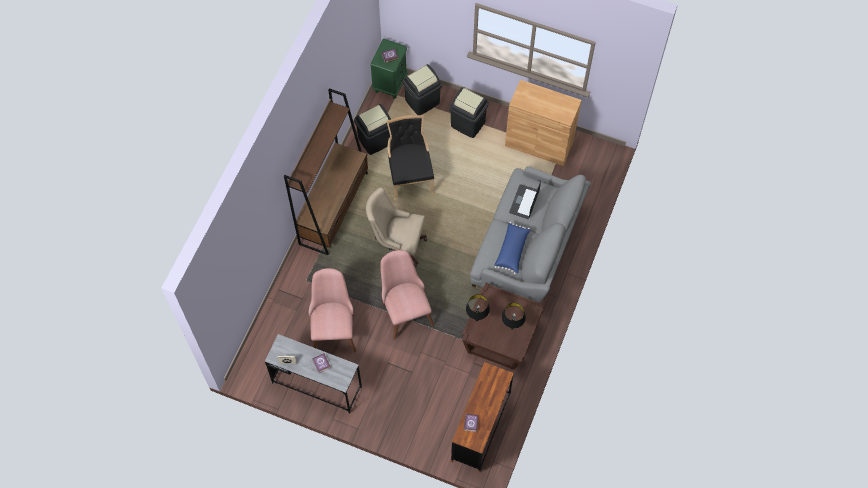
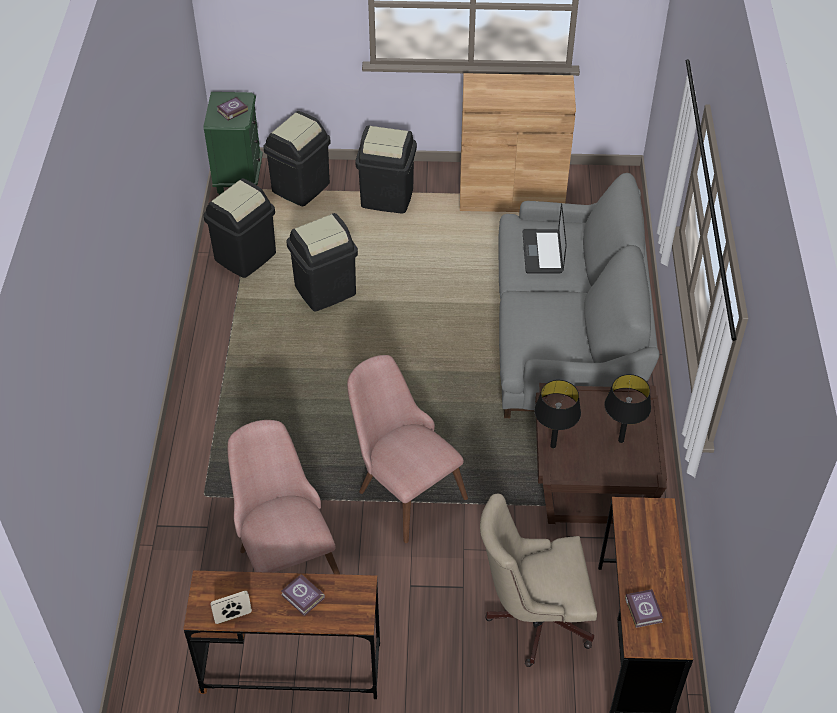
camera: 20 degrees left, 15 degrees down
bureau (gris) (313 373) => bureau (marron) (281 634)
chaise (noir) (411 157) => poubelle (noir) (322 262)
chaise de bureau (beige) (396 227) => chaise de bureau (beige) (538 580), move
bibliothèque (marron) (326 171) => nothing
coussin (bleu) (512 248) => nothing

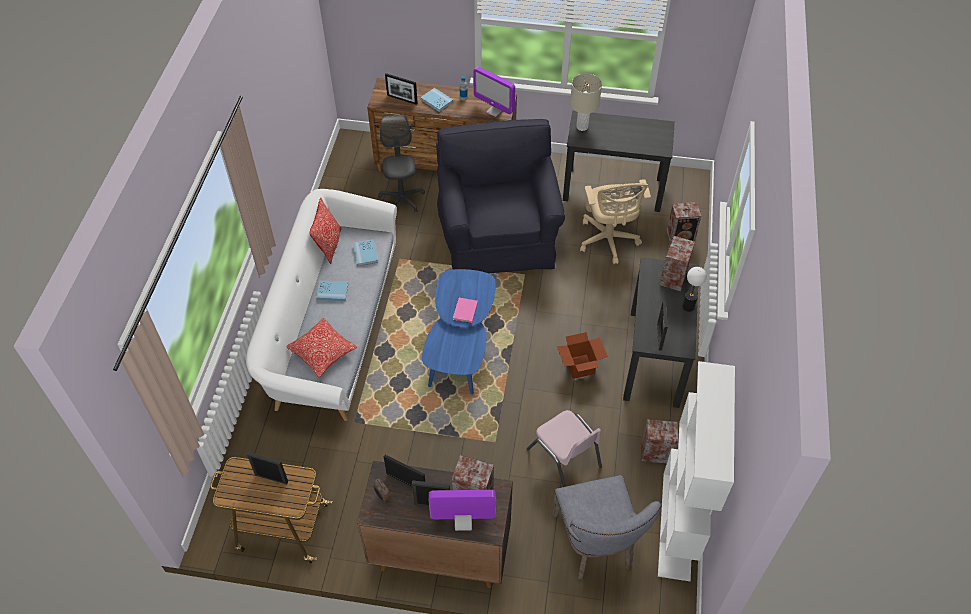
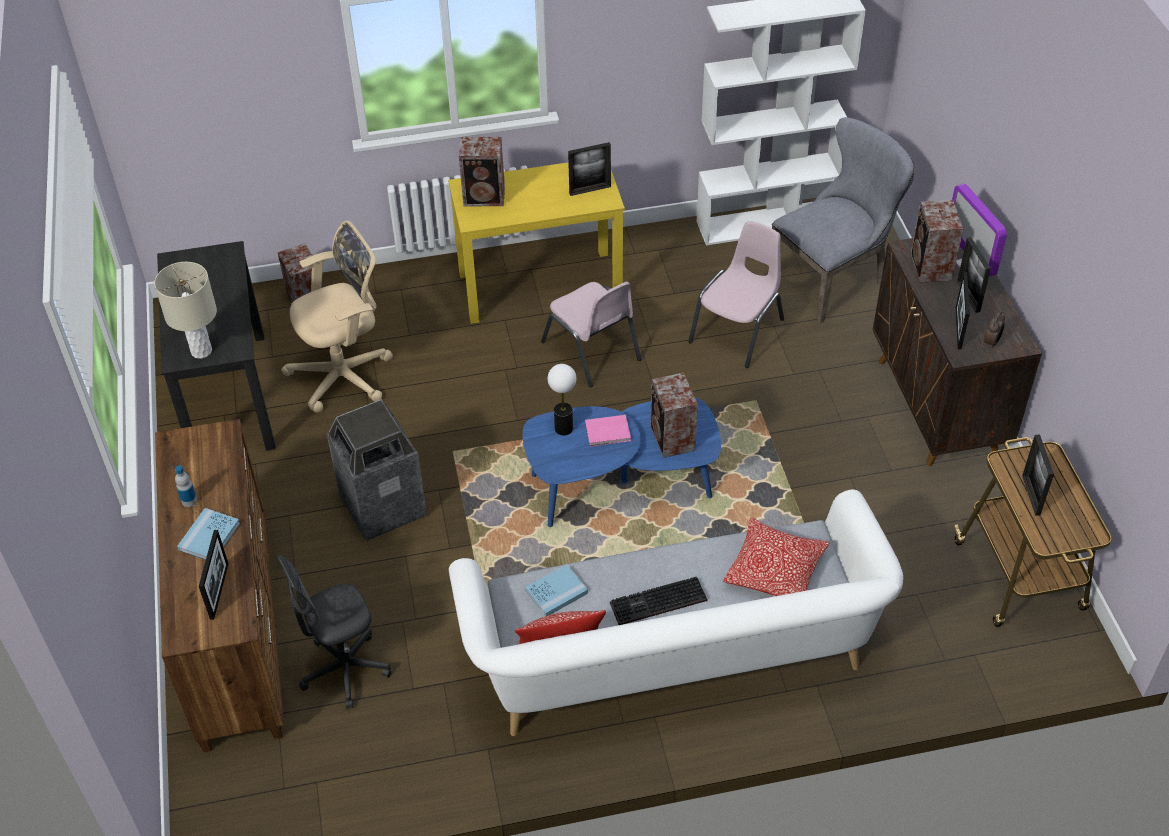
camera: 110 degrees left, 5 degrees down
fauteuil (noir) (500 196) => poubelle (377 470)
bureau (noir) (661 332) => bureau (jaune) (536 243)
carton (582 355) => chaise (rose) (591 334)
lampe de table (694 289) => lampe de table (562 400), move
livre (bleu) (332 291) => clavier (658 601)
enceinte (659 441) => enceinte (674 415), move
écran d'ordinateur (494 91) => nothing

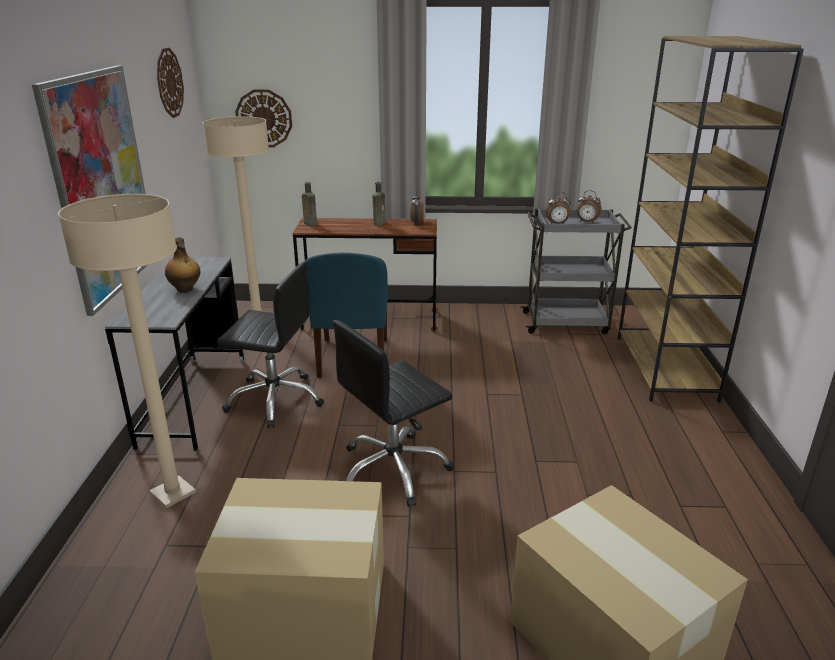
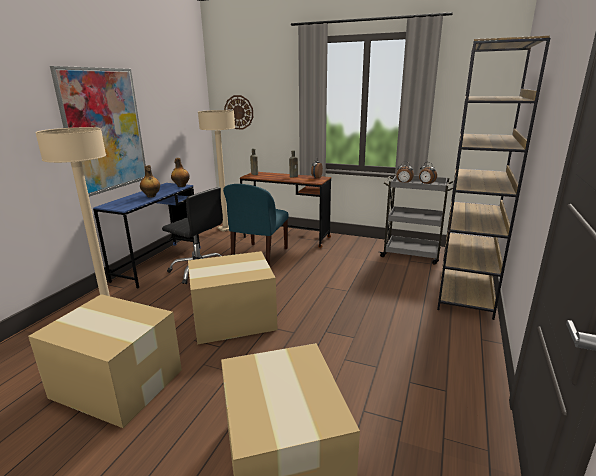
camera: 20 degrees right, 5 degrees down
bureau (gris) (174 353) => bureau (bleu) (147 235)
nothing => bouteille (180 172)
chaise de bureau (noir) (393 413) => carton (233 298)
horloge murale (170 83) => nothing

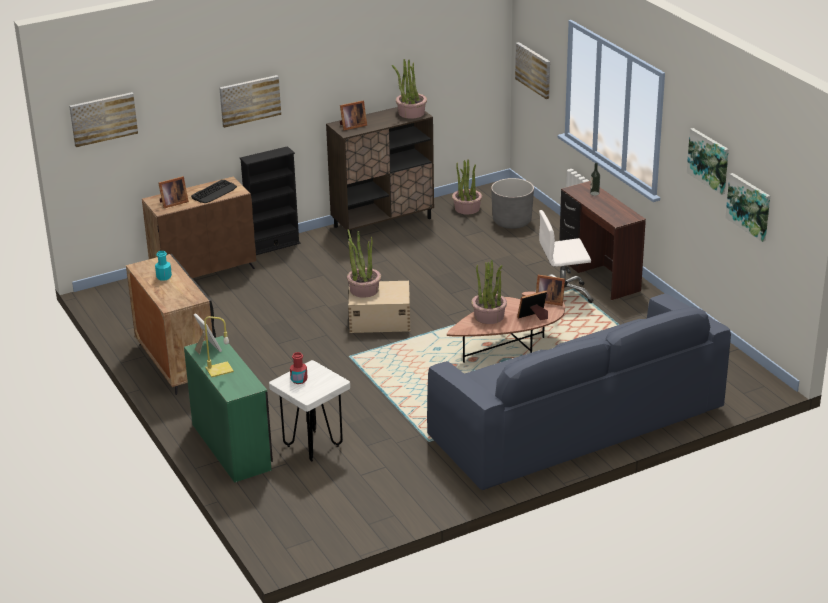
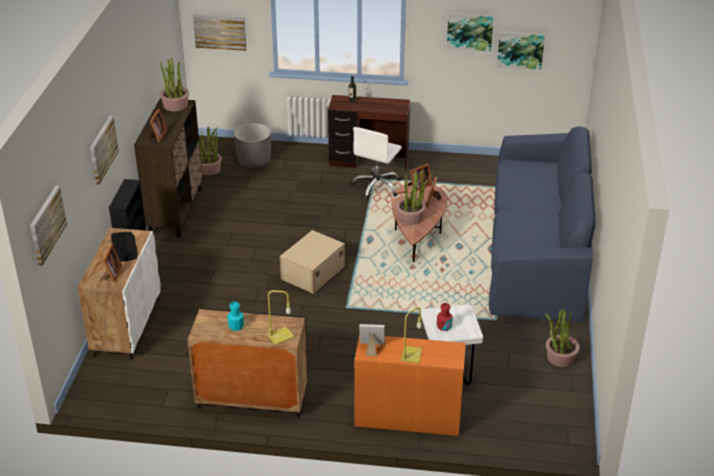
camera: 55 degrees left, 5 degrees up
meuble de rangement (marron) (199 227) => meuble de rangement (blanc) (119 294)
nothing => lampe de table (jaune) (281 317)
bureau (vert) (228 409) => bureau (orange) (410 385)
plante en pot (364 263) => plante en pot (562 337), move

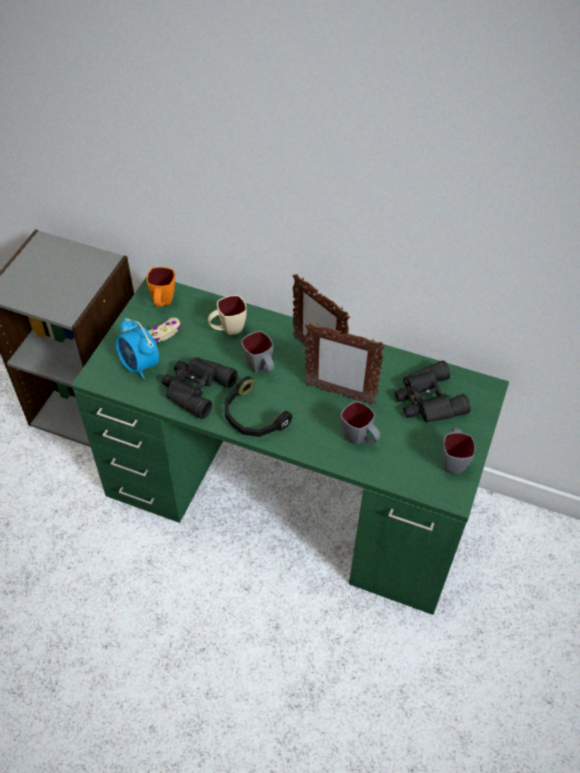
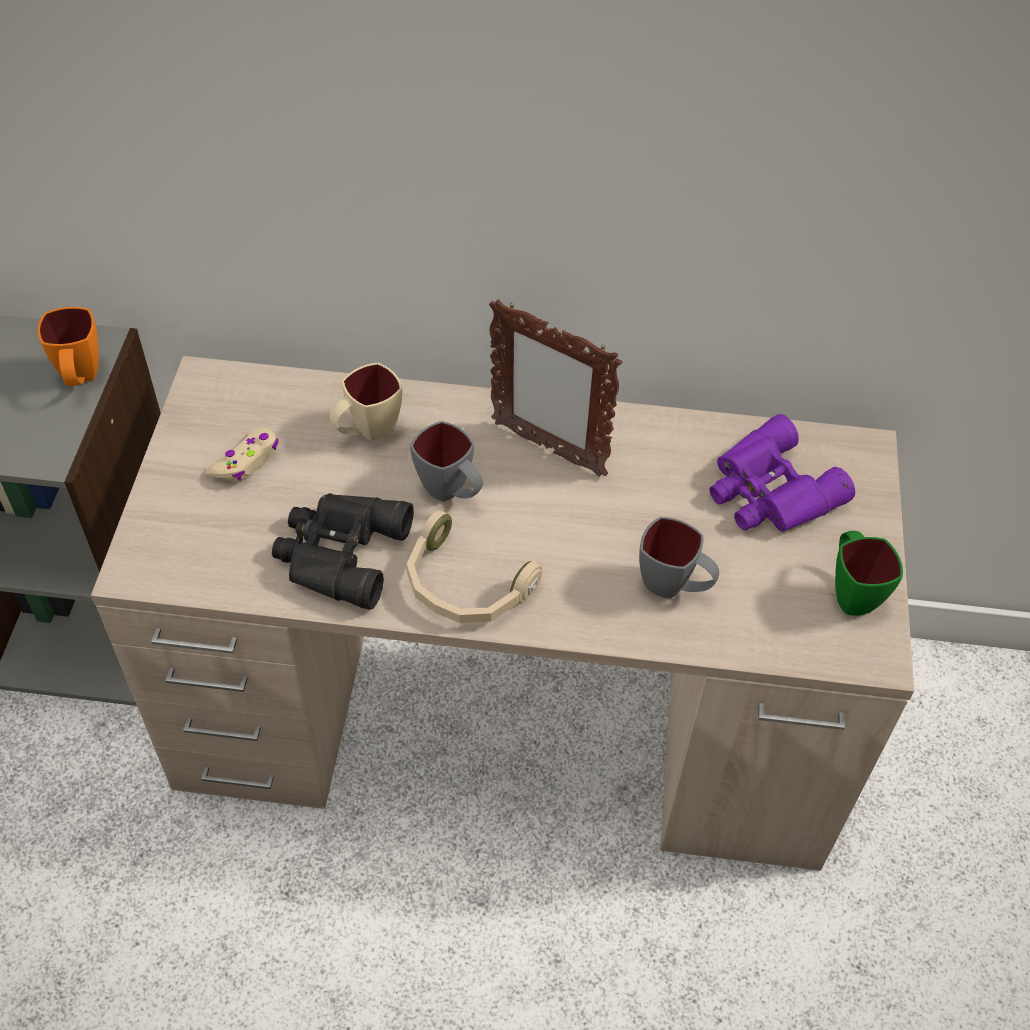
camera: 15 degrees left, 0 degrees up
mug (orange) (161 287) => mug (orange) (68 346), move
bureau (vert) (290 445) => bureau (beige) (502 613)
casque audio (noir) (258 406) => casque audio (beige) (474 566)
jumelles (noir) (433 391) => jumelles (violet) (782 473)
mug (gris) (459 451) => mug (vert) (869 573)
réveil (137 349) => nothing
cadre photo (345 364) => nothing

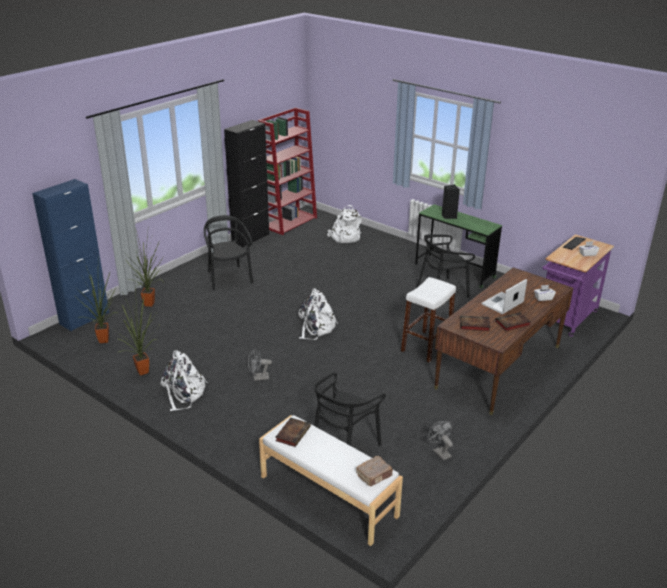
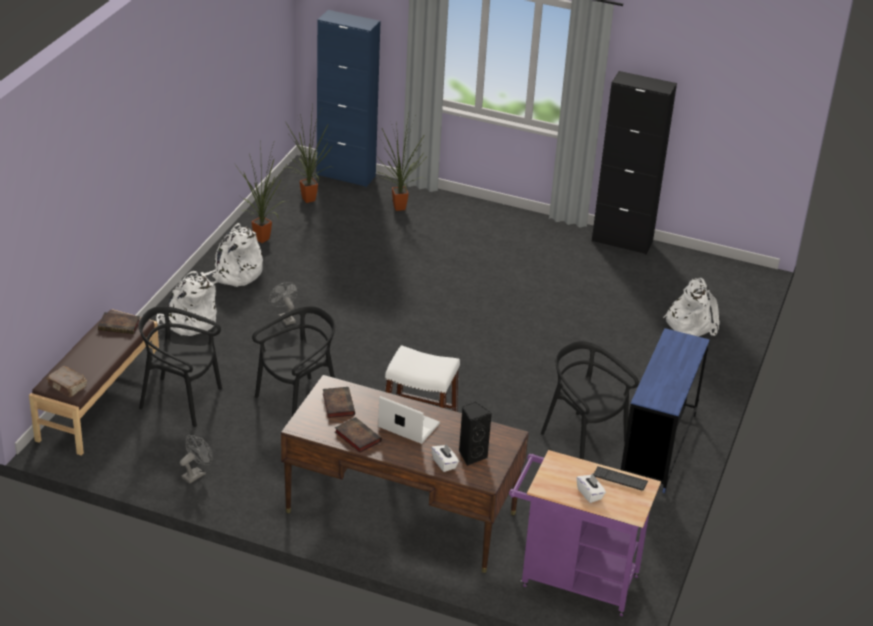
camera: 70 degrees right, 5 degrees up
banc (blanc) (331 480) => banc (marron) (94 382)
sac à dos (blanc) (318 314) => sac à dos (blanc) (187 303), move
chaise (noir) (228 252) => chaise (noir) (293 361), move
enceinte (noir) (451 201) => enceinte (noir) (475 434), move
bureau (vert) (458 246) => bureau (bleu) (665 410)
bibliothèque (rouge) (287 171) => nothing

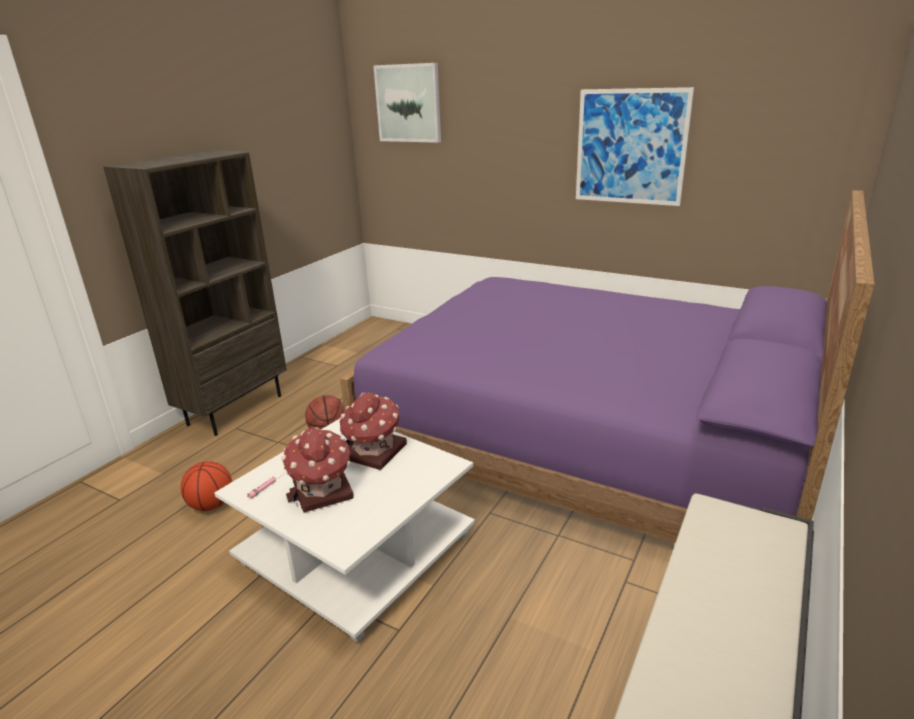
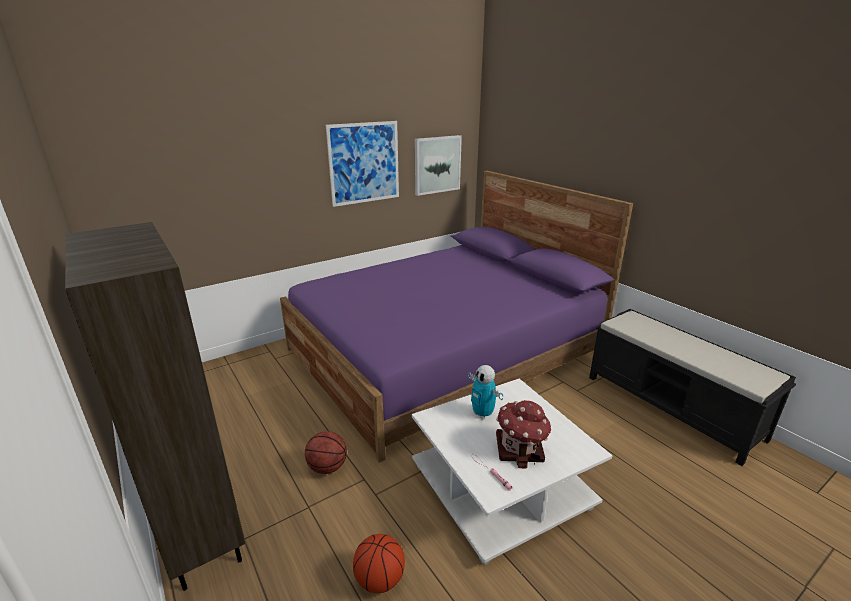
camera: 65 degrees left, 0 degrees up
tableau (407 103) => tableau (438 165), move
maison miniature (373 431) => robot jouet (485 392)

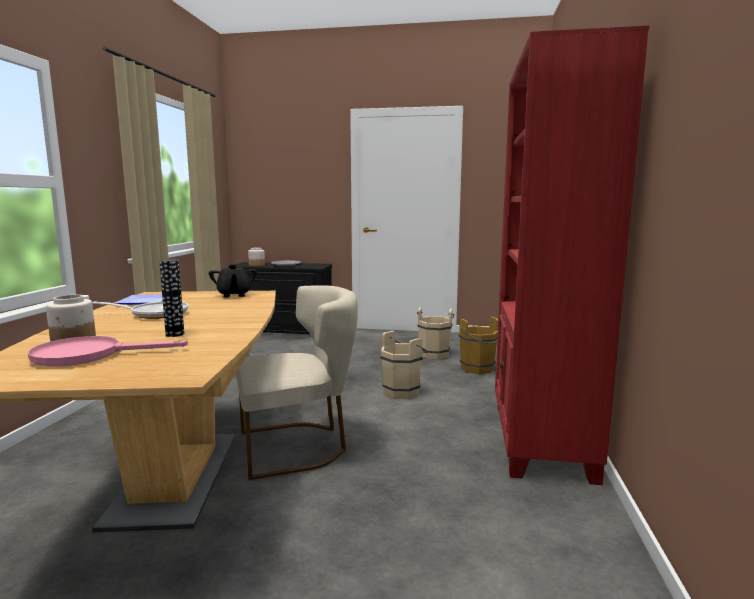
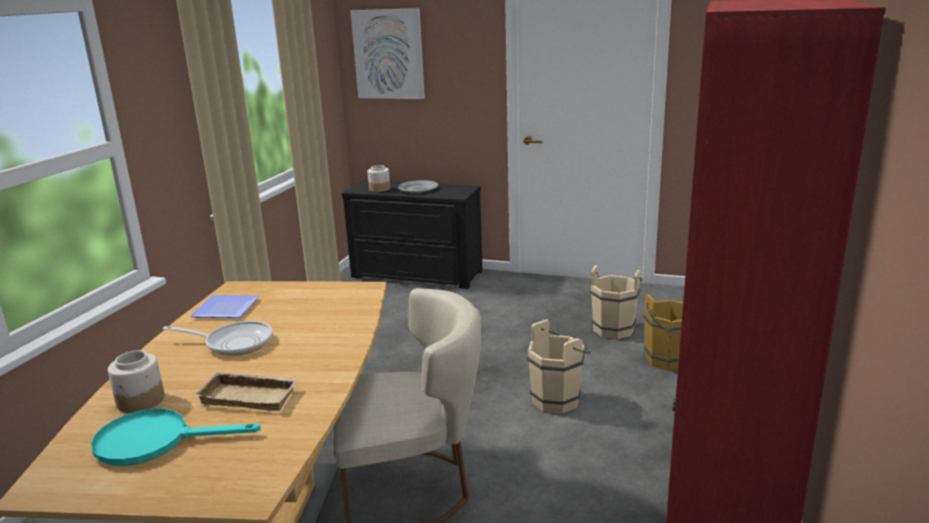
camera: 10 degrees right, 10 degrees up
poêle (rose) (108 351) => poêle (turquoise) (176 437)
vase (171 298) => plateau (beige) (246 391)
nothing => tableau (388 53)
théière (noir) (233 281) => nothing

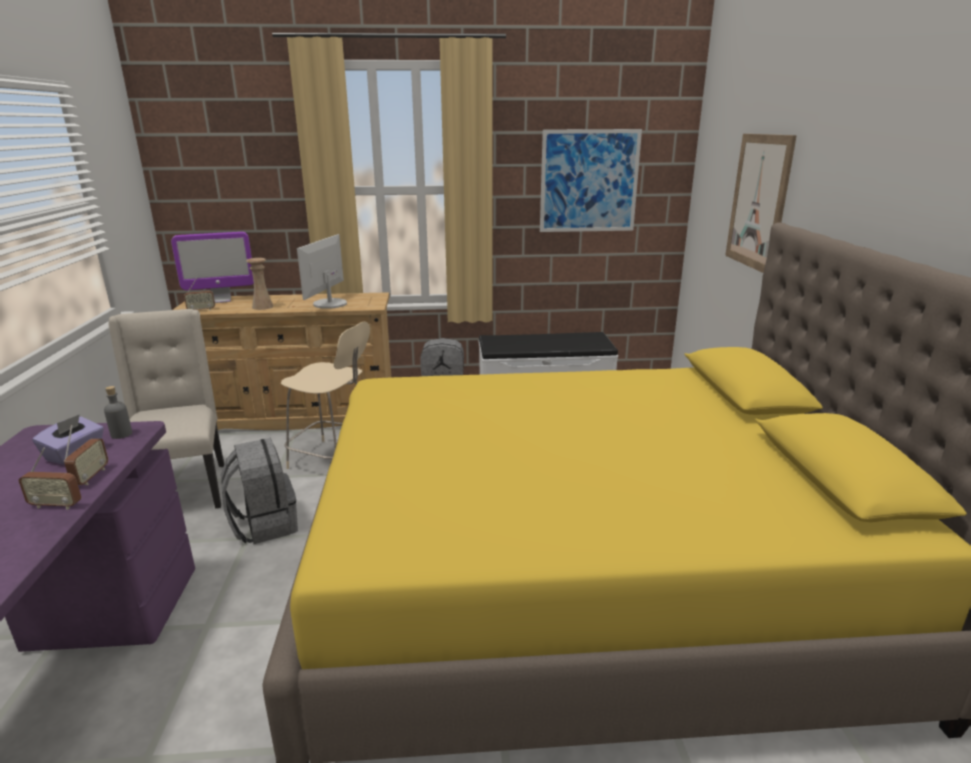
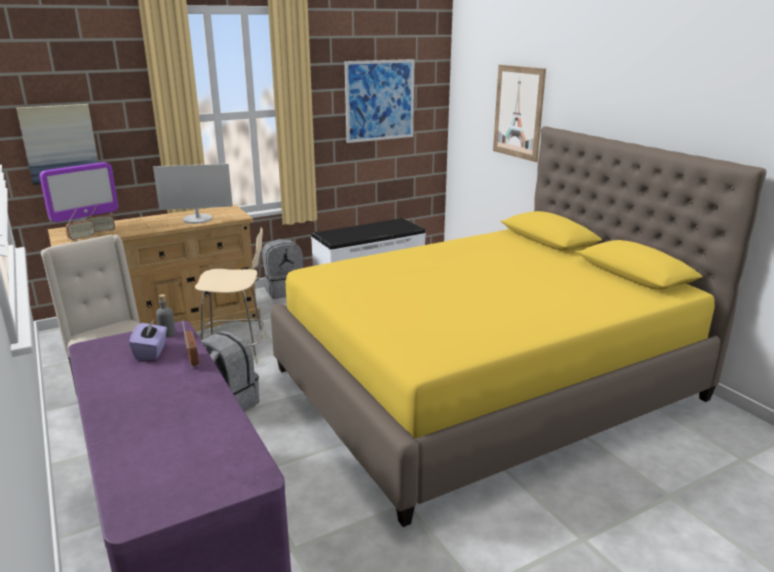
camera: 25 degrees left, 0 degrees up
nothing => tableau (57 144)
radio (50 478) => radio (101 218), move
écran d'ordinateur (322 271) => écran d'ordinateur (193 194), 90 degrees counterclockwise
vase (beige) (259 284) => nothing

